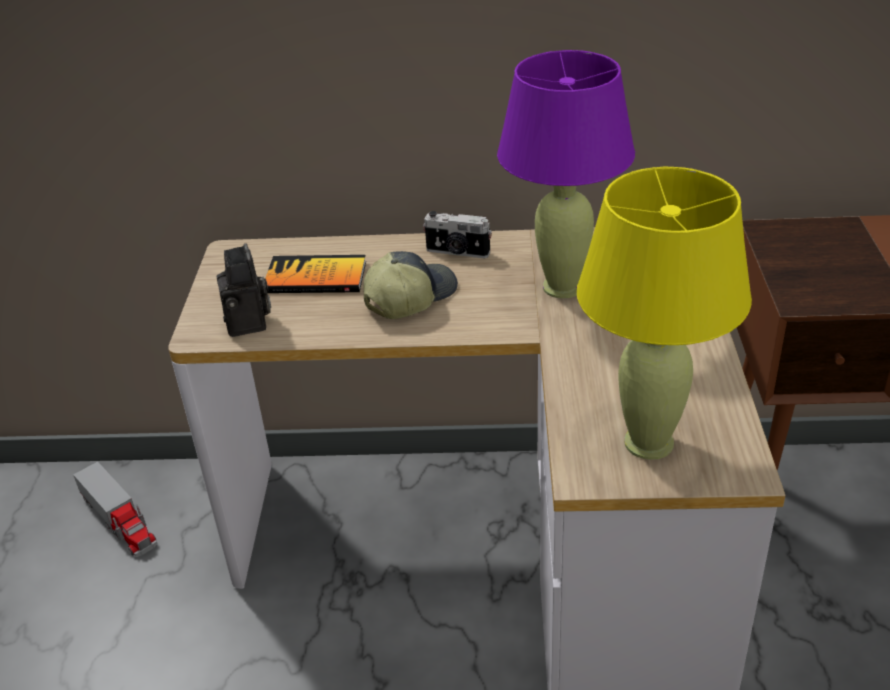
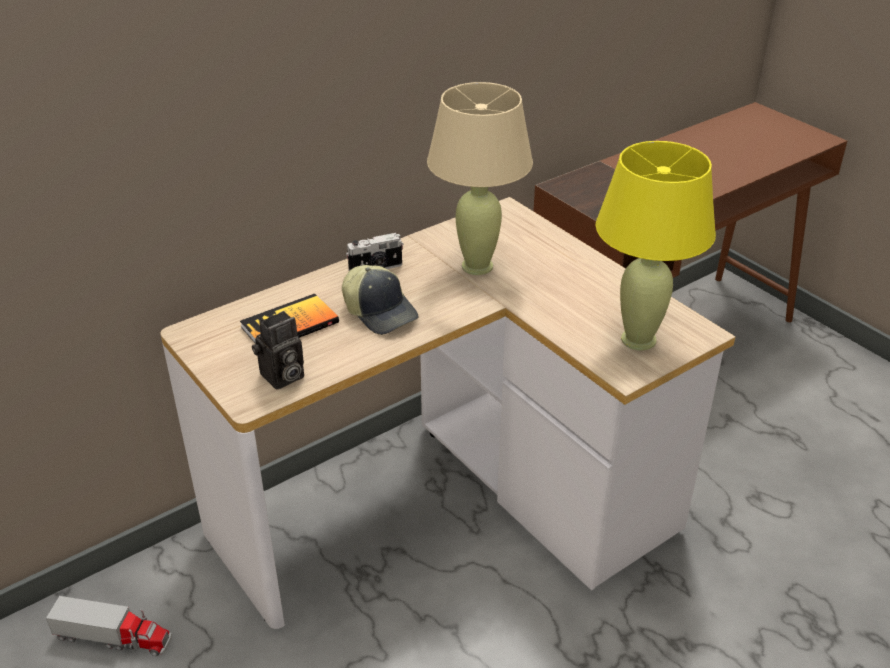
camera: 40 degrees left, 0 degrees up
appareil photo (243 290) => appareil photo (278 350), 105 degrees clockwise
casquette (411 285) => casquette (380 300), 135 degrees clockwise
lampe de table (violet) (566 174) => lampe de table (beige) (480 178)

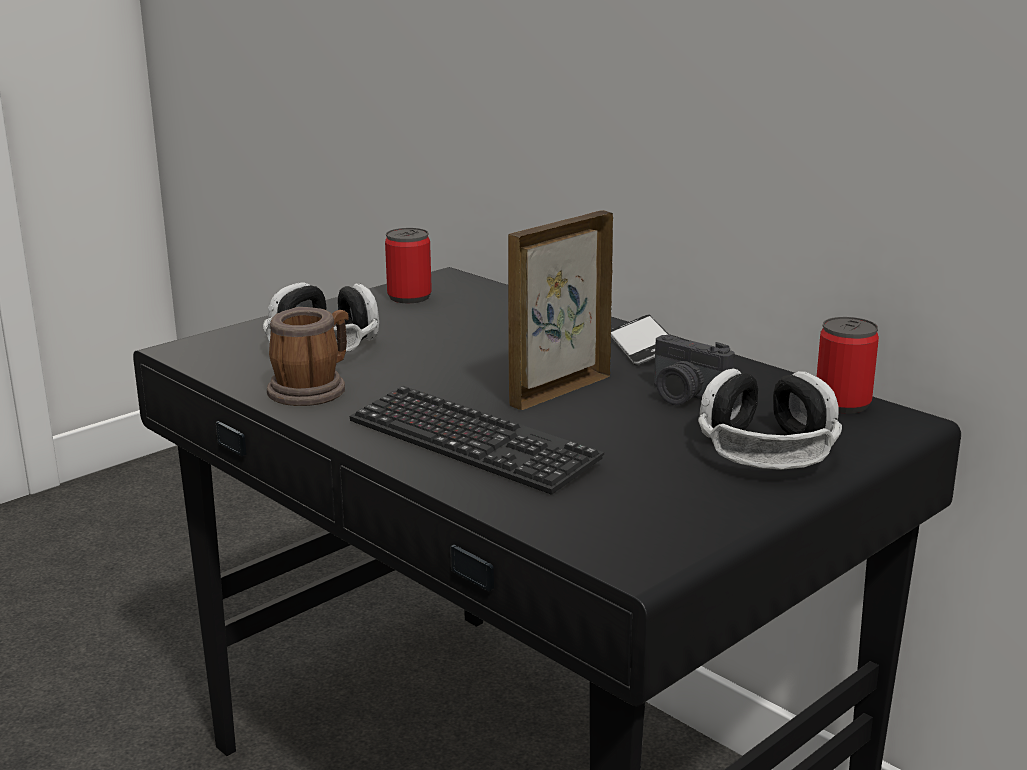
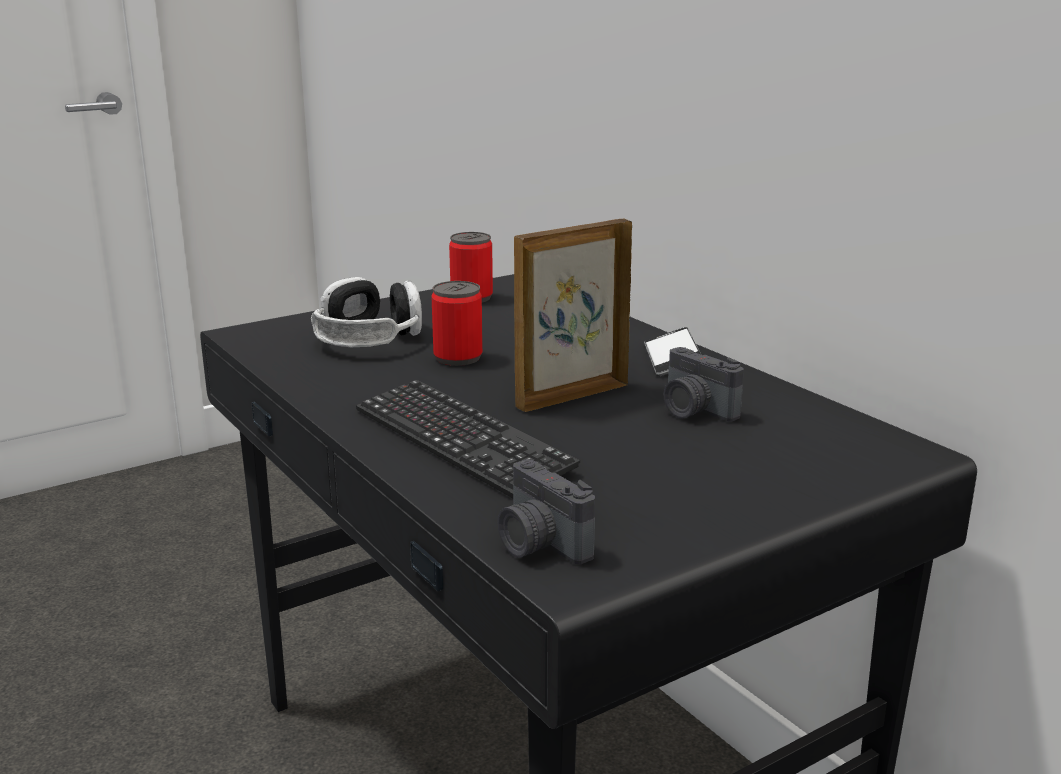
camera: 10 degrees right, 0 degrees up
boîte métallique (848 365) => boîte métallique (457 323), move
nothing => appareil photo (546 511)
mug (308 356) => nothing
casque audio (770 419) => nothing

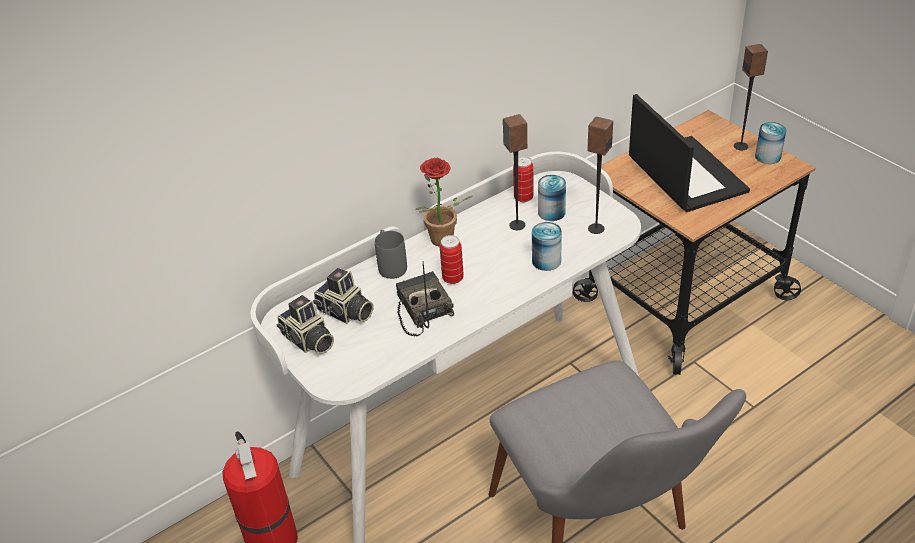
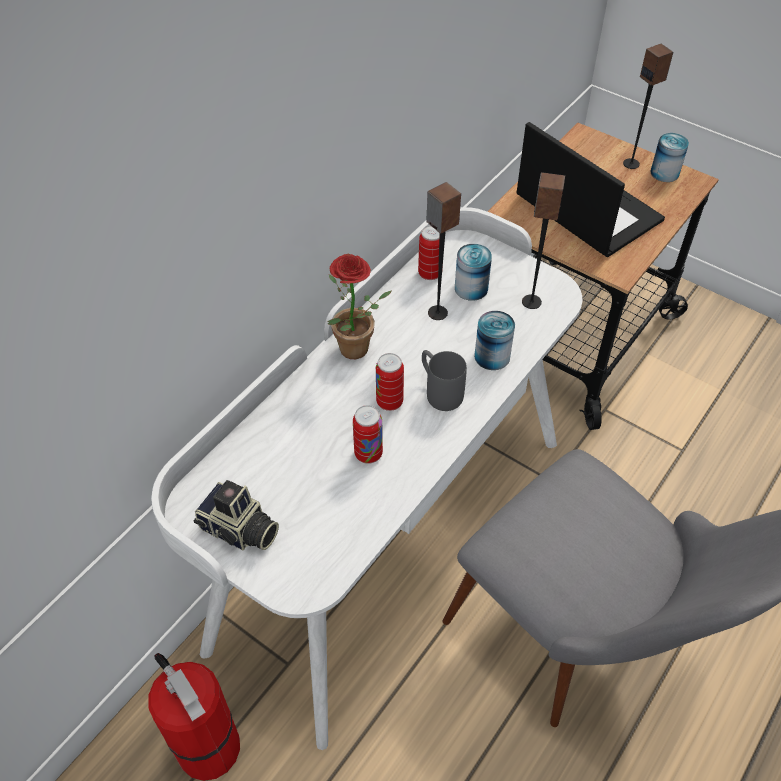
camera: 20 degrees left, 10 degrees up
radio (425 299) => boîte métallique (368 434)
mug (gris) (391 254) => mug (gris) (444 380), move
appareil photo (344 296) => nothing

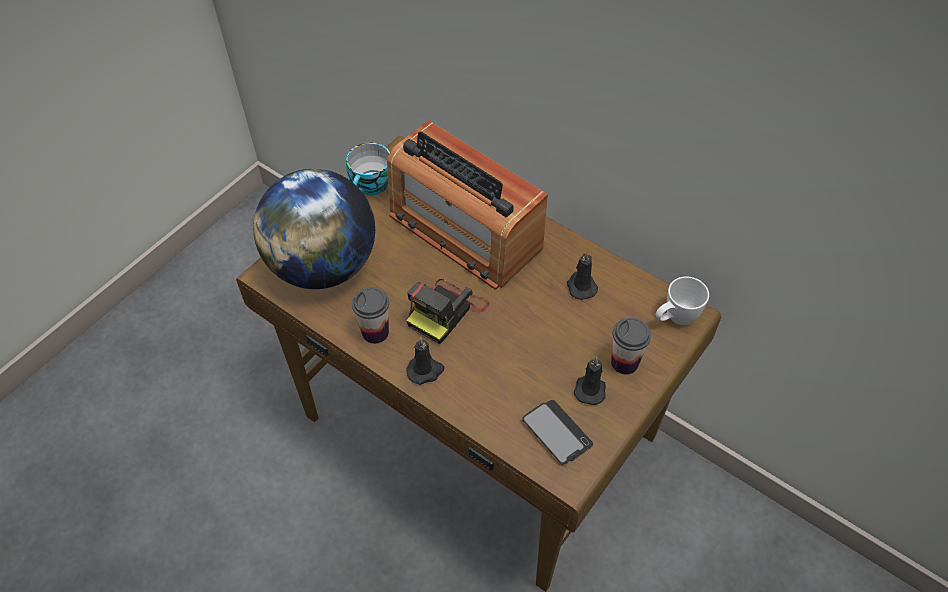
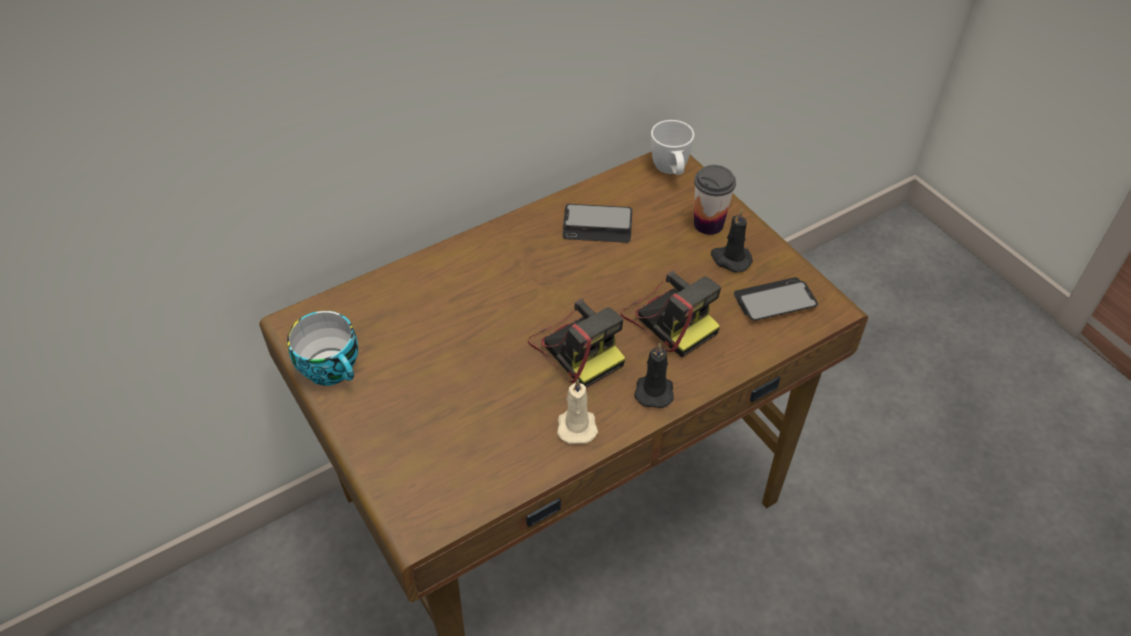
camera: 70 degrees left, 5 degrees down
tasse (370 315) => bougie (beige) (577 411)
bougie (noir) (582 275) => téléphone (597 223)
nothing => appareil photo (671 313)
globe (314 229) => nothing
radio (467 205) => nothing

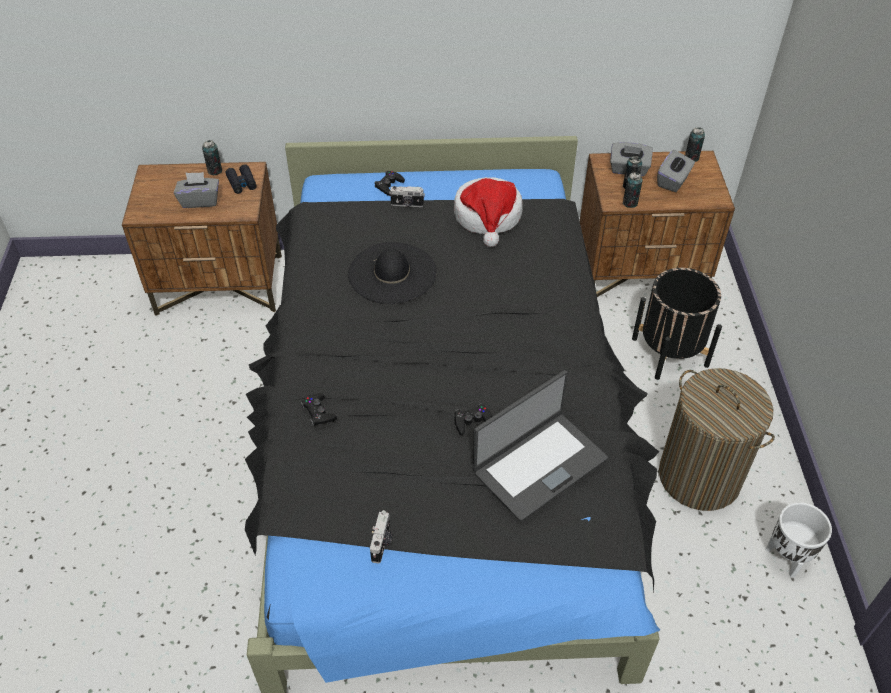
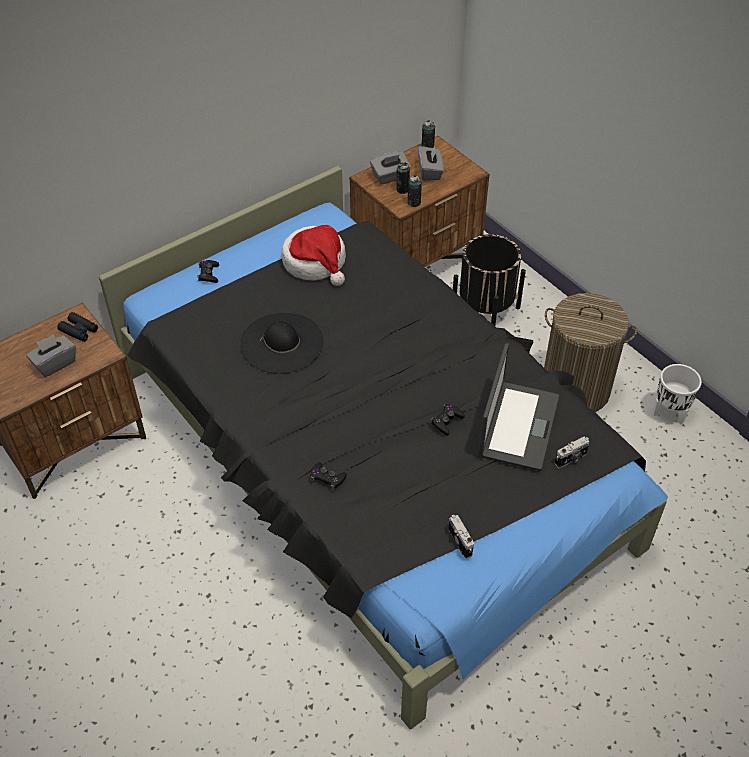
camera: 35 degrees left, 0 degrees up
appareil photo (407 196) => appareil photo (572 452), move
boîte métallique (212 157) => nothing

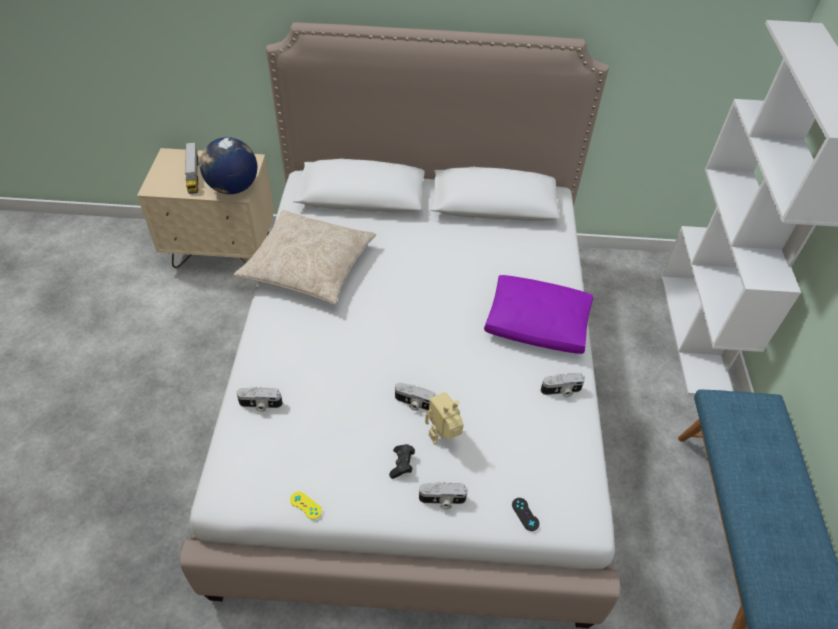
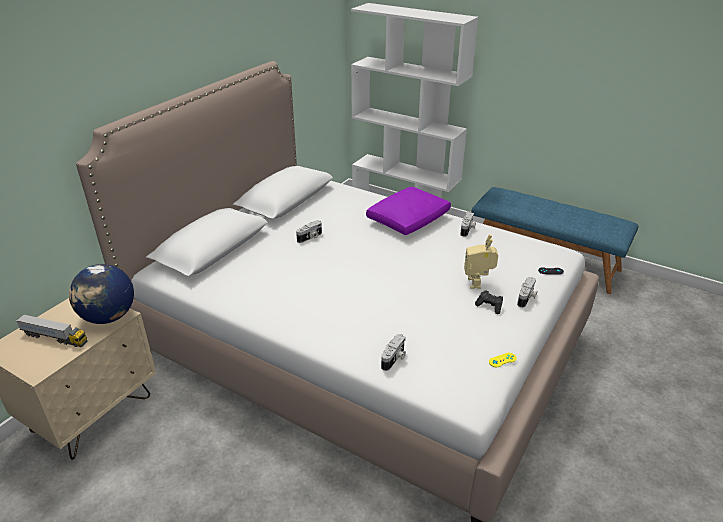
camera: 60 degrees left, 15 degrees down
appareil photo (415 397) => appareil photo (309 231), move
coussin (beige) (305 257) => nothing

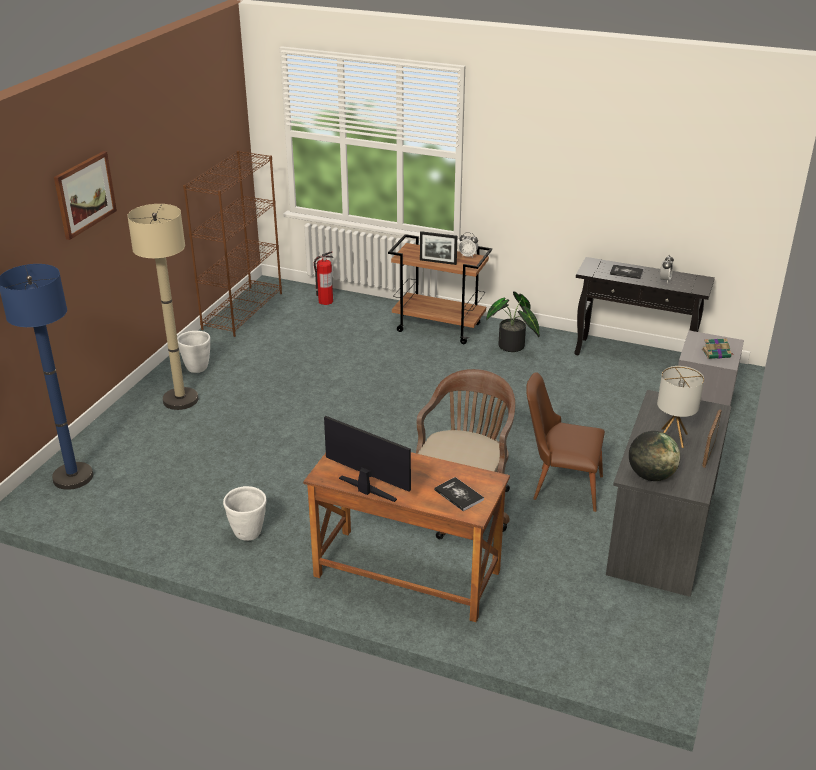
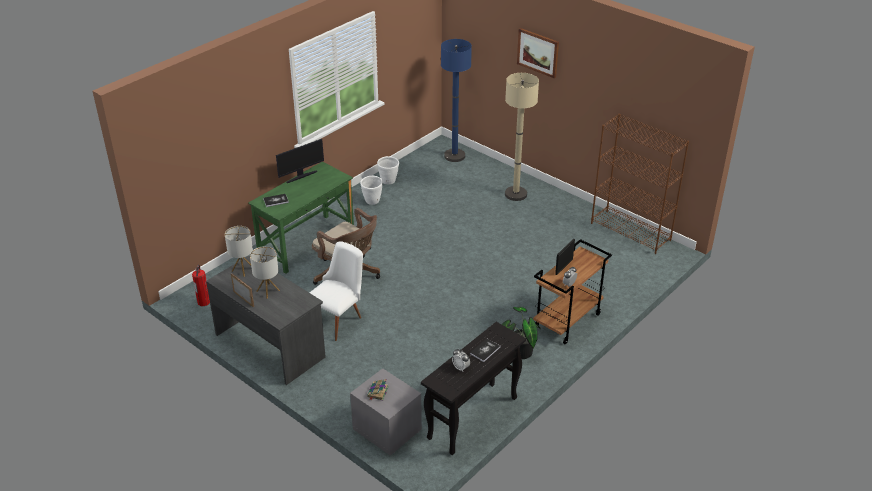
camera: 110 degrees right, 5 degrees up
extincteur (323 278) => extincteur (201 285), move
globe (654 456) => lampe de table (239 251)
bureau (marron) (406 537) => bureau (vert) (301 217)
chaise (marron) (565 442) => chaise (blanc) (336 291)
cache-pot (blanc) (193 352) => cache-pot (blanc) (388 170), move

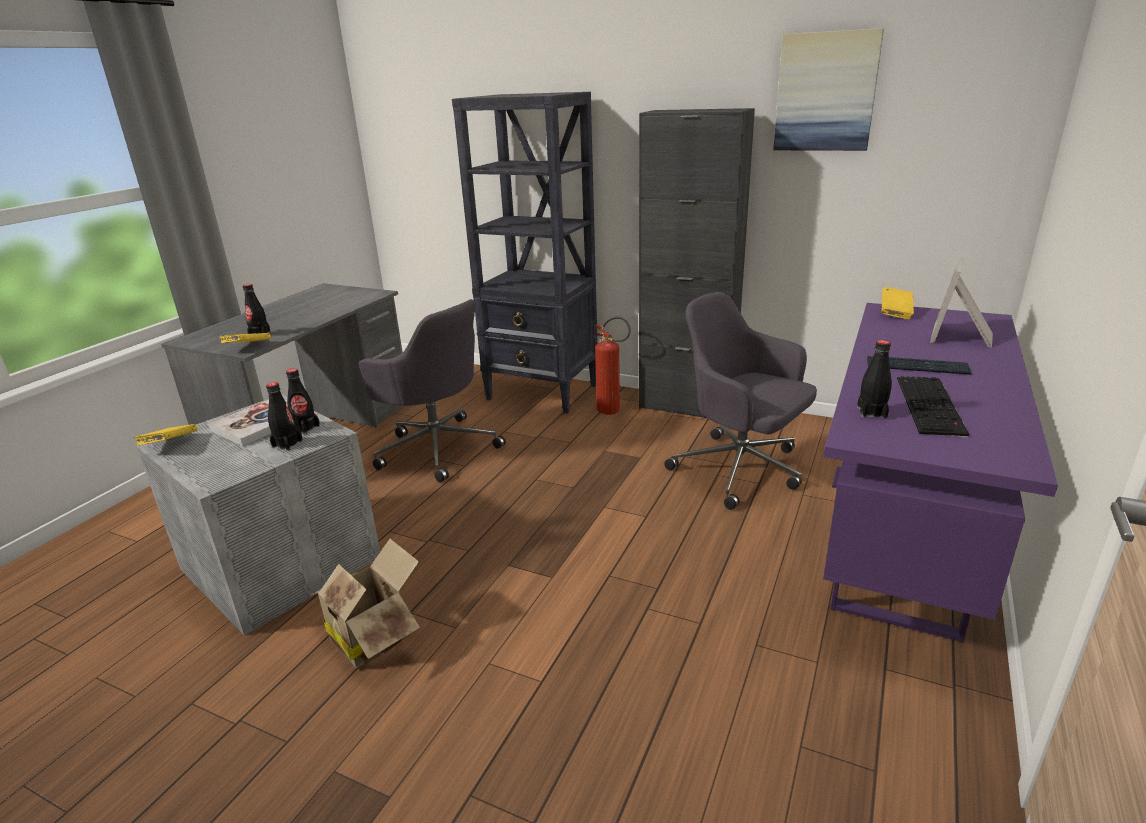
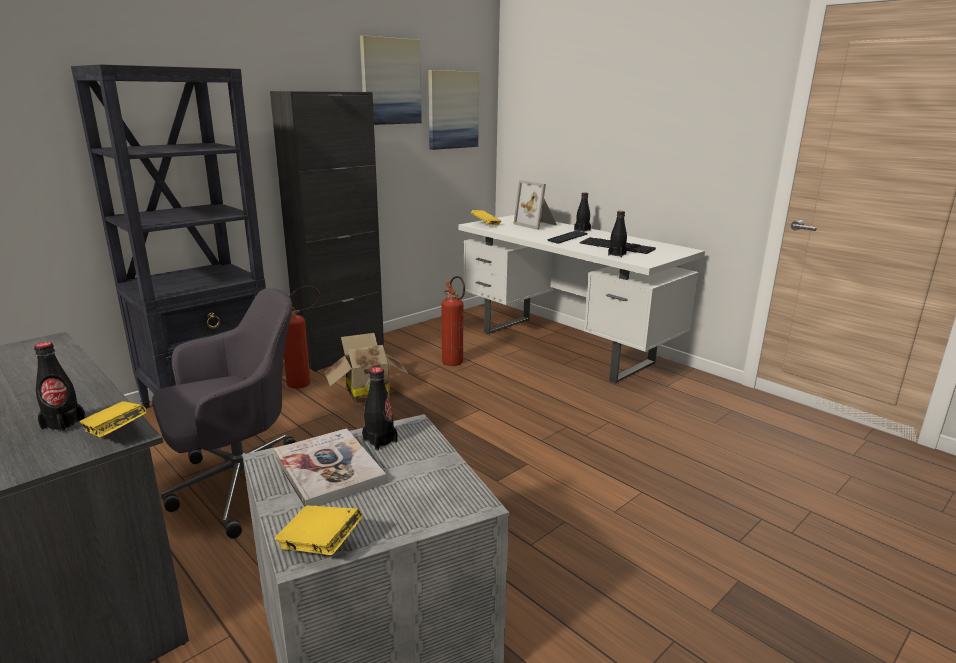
camera: 70 degrees left, 5 degrees down
carton (364 603) => carton (366 368), move
nothing => tableau (453 110)
chaise de bureau (gris) (740 401) => extincteur (453 321)
bureau (violet) (940 473) => bureau (blanc) (581 299)
bouteille (noir) (284 416) => bouteille (noir) (582 212), move

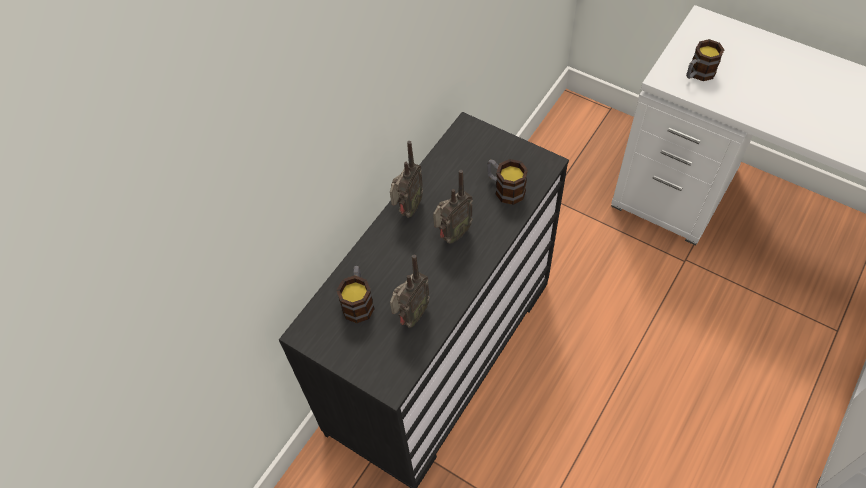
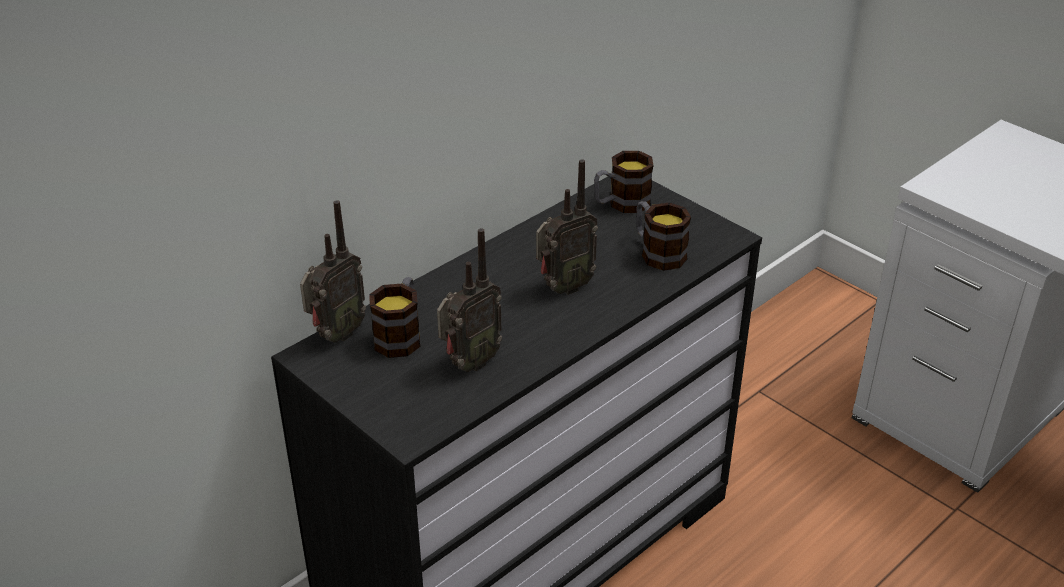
camera: 10 degrees right, 20 degrees down
radio (406 179) => radio (333 271), move
mug (705 60) => mug (624 182), move

